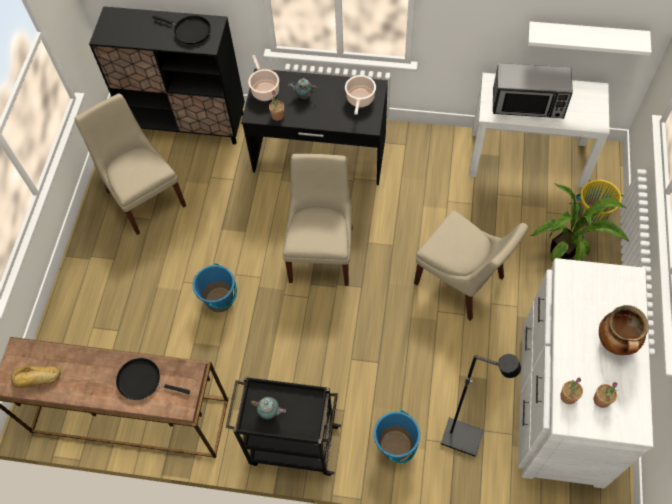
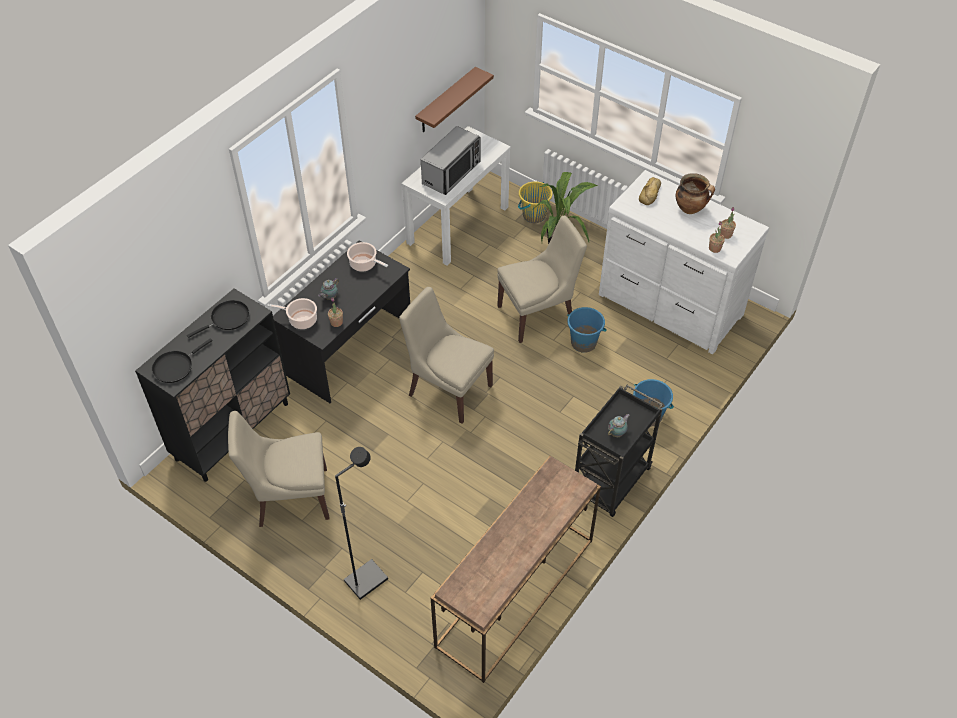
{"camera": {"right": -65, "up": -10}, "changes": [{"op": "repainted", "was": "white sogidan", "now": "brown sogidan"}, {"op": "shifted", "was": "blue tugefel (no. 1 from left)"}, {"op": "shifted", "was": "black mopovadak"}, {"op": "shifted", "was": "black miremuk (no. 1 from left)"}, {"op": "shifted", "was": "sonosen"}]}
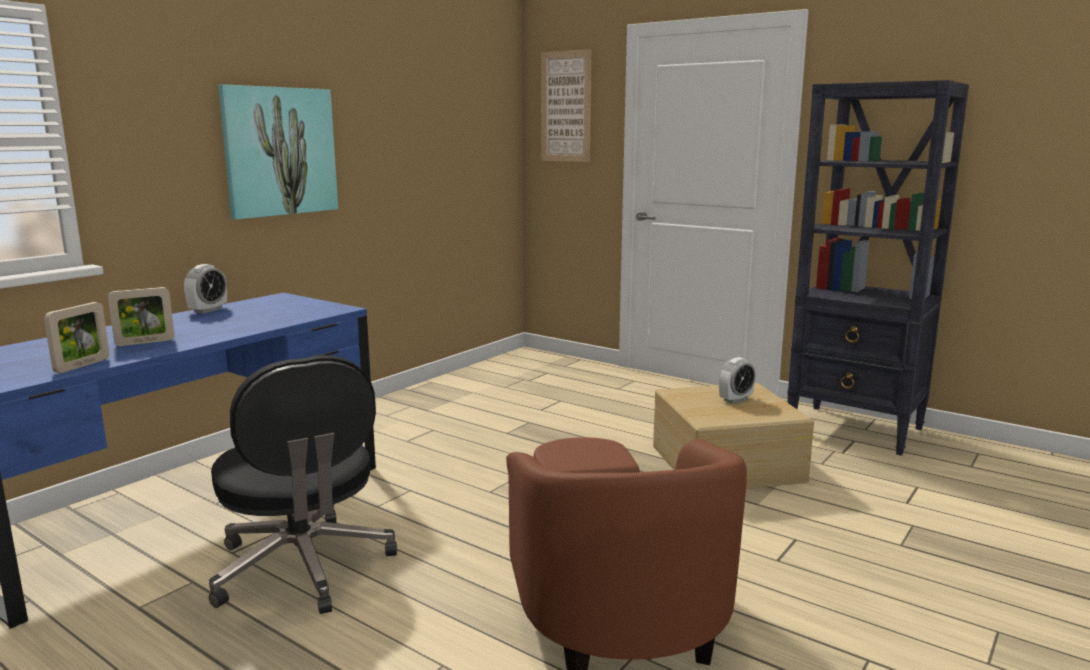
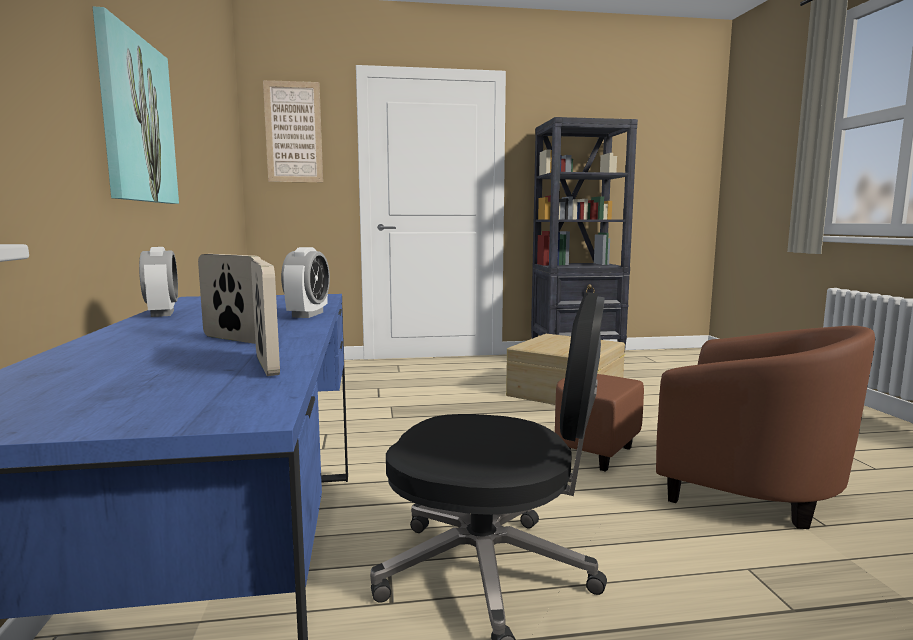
{"camera": {"right": -45, "up": -5}, "changes": [{"op": "rotated", "was": "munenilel (no. 2 from left in the first image)", "clockwise": -75}, {"op": "shifted", "was": "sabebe (no. 2 from left)"}]}
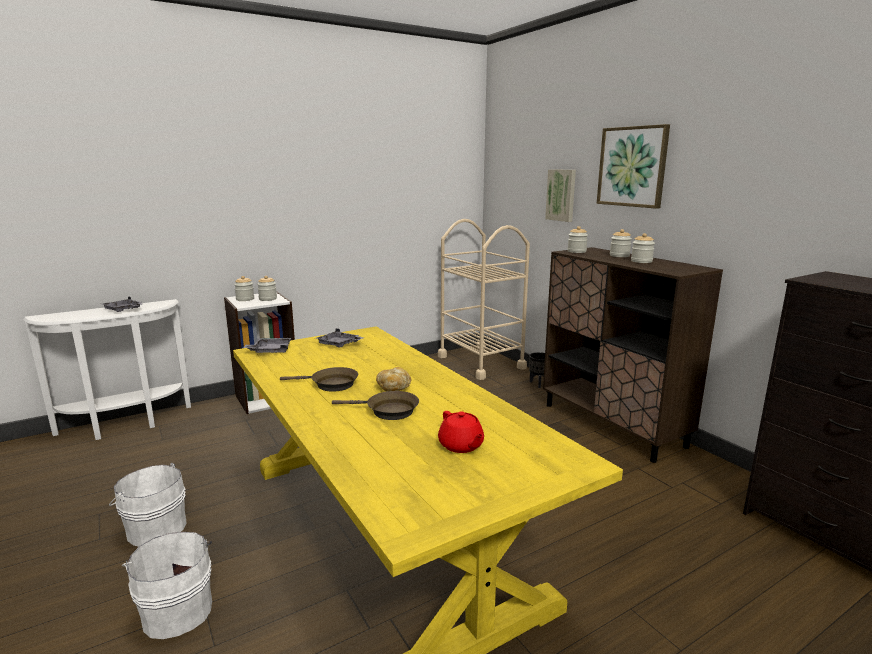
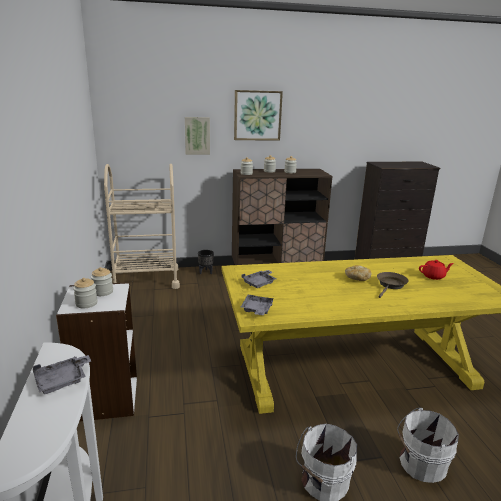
{"camera": {"right": -70, "up": 5}, "changes": [{"op": "gone", "was": "brown miremuk (no. 1 from left)"}]}
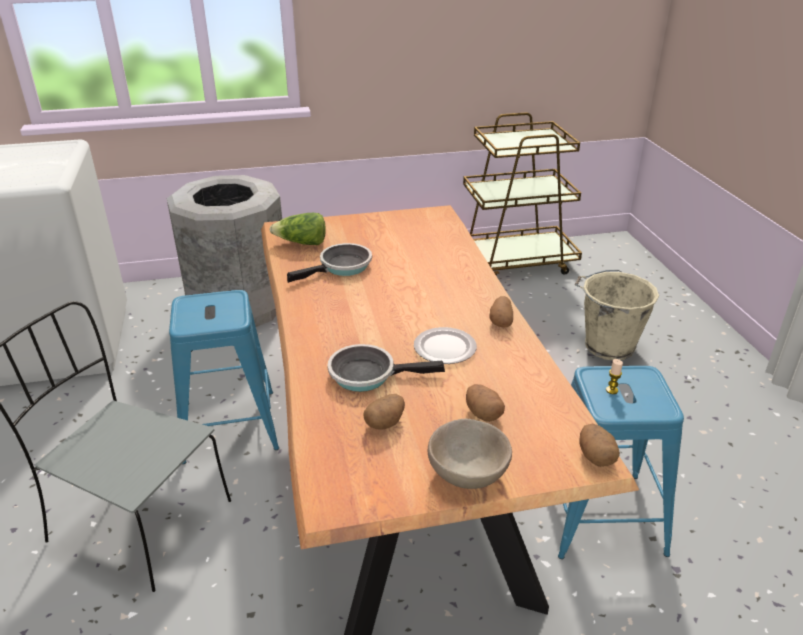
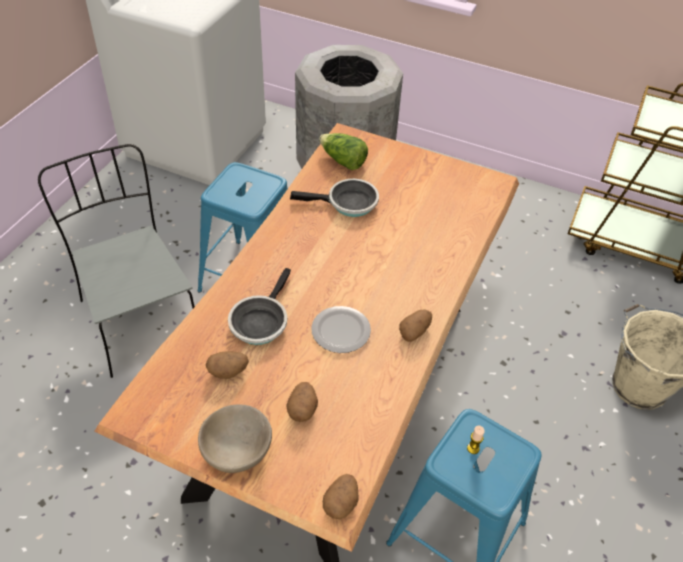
{"camera": {"right": 35, "up": 15}, "changes": [{"op": "rotated", "was": "miremuk (no. 2 from left in the first image)", "clockwise": -105}]}
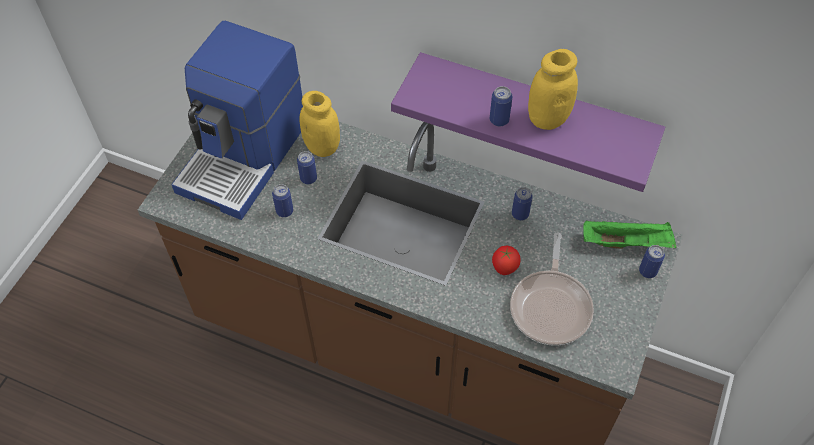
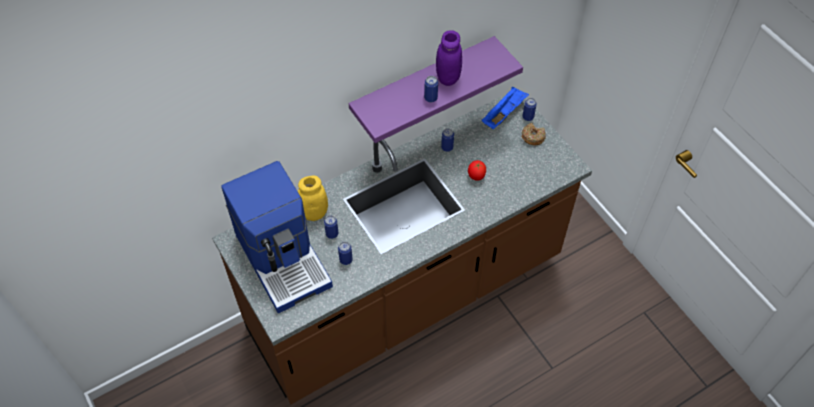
{"camera": {"right": -55, "up": 0}, "changes": [{"op": "repainted", "was": "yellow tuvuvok (no. 2 from left)", "now": "purple tuvuvok"}, {"op": "repainted", "was": "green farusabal", "now": "blue farusabal"}, {"op": "gone", "was": "miremuk"}, {"op": "new", "now": "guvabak"}]}
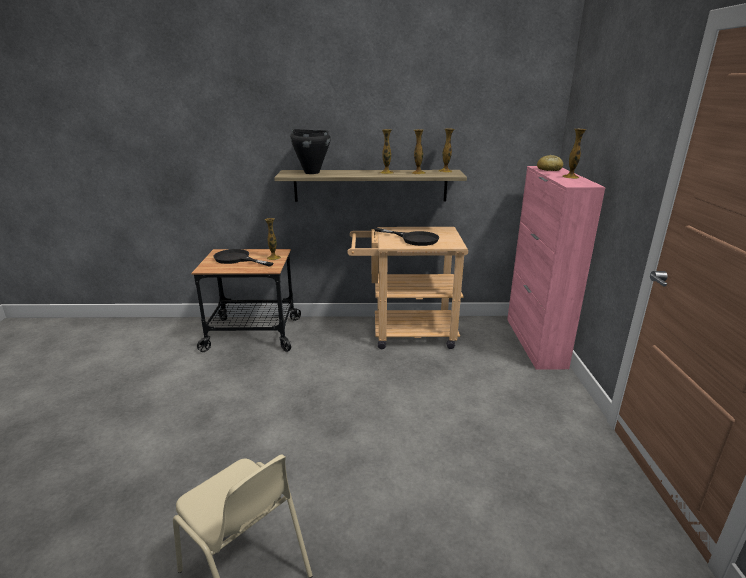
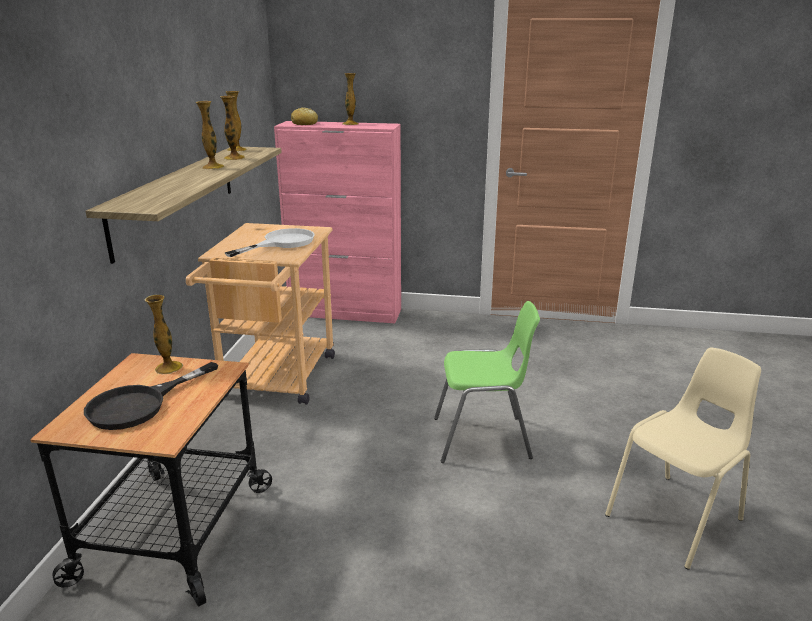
{"camera": {"right": -80, "up": 0}, "changes": [{"op": "gone", "was": "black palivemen"}, {"op": "repainted", "was": "black miremuk (no. 2 from left)", "now": "white miremuk"}, {"op": "new", "now": "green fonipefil"}]}
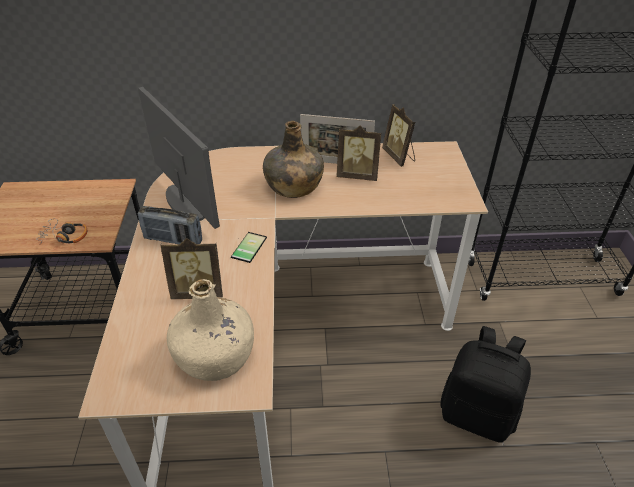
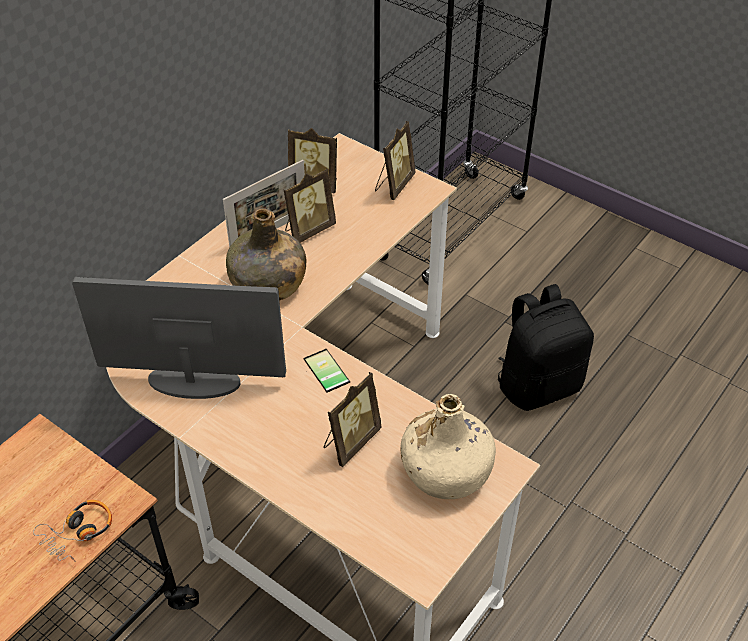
{"camera": {"right": -50, "up": 5}, "changes": [{"op": "gone", "was": "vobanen"}, {"op": "new", "now": "munenilel (no. 5 from left)"}]}
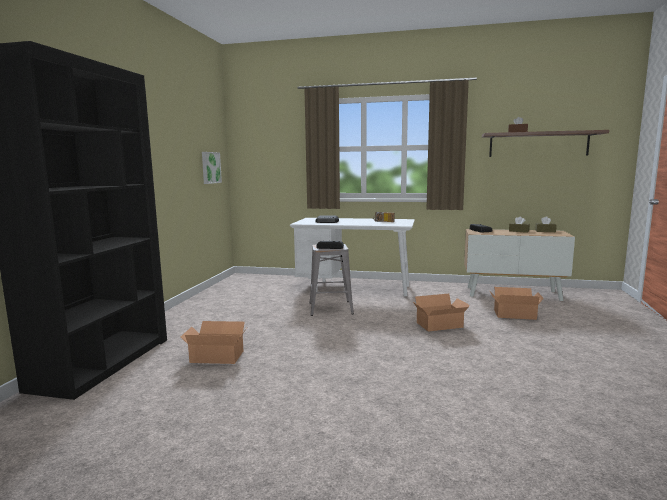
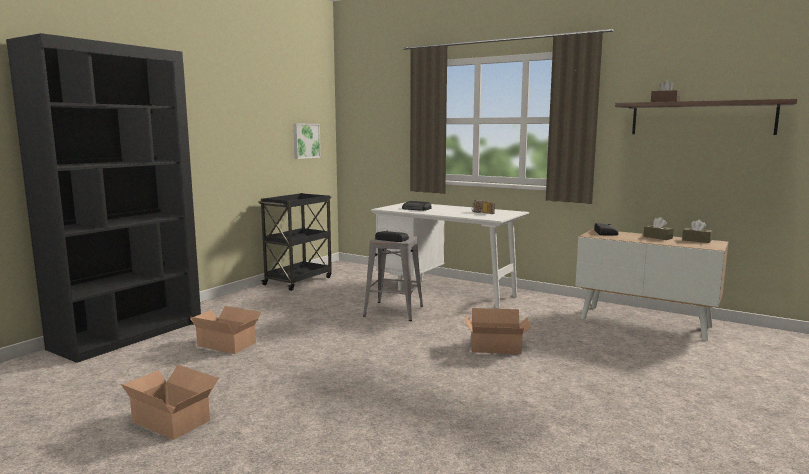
{"camera": {"right": 20, "up": 0}, "changes": [{"op": "shifted", "was": "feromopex (no. 3 from left in the first image)", "now": "feromopex (no. 1 from left)"}, {"op": "new", "now": "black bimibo"}]}
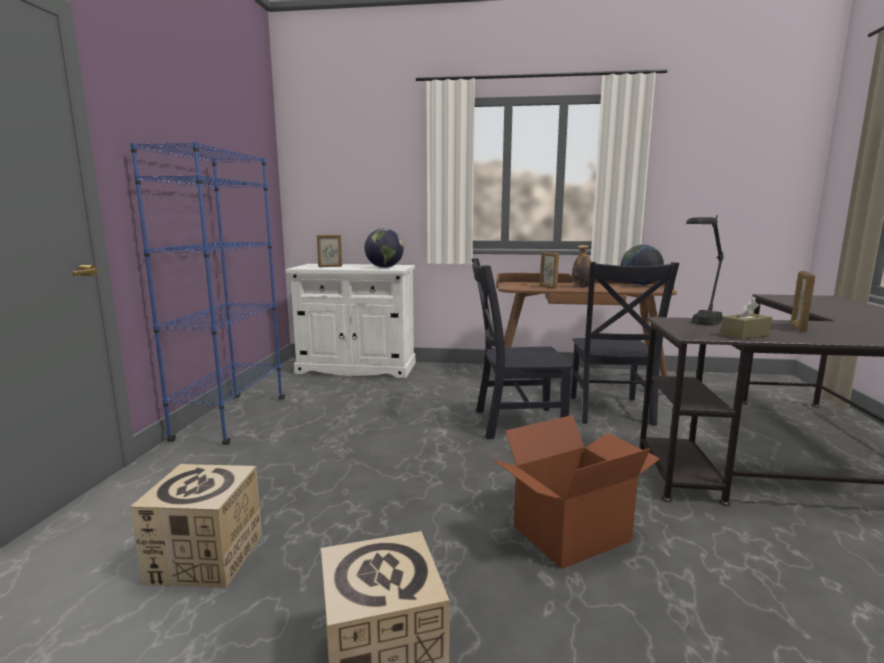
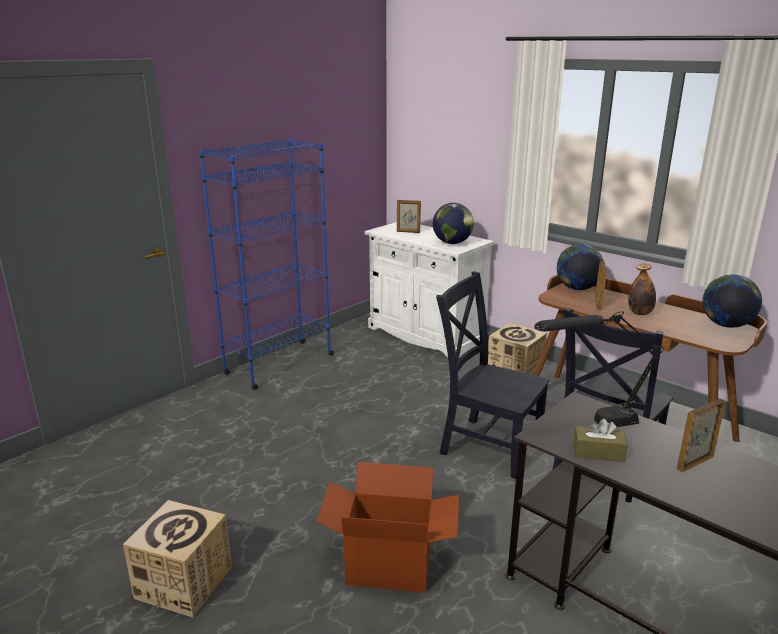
{"camera": {"right": 35, "up": 10}, "changes": [{"op": "shifted", "was": "feromopex (no. 1 from left in the first image)", "now": "feromopex (no. 3 from left)"}, {"op": "new", "now": "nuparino (no. 2 from left)"}]}
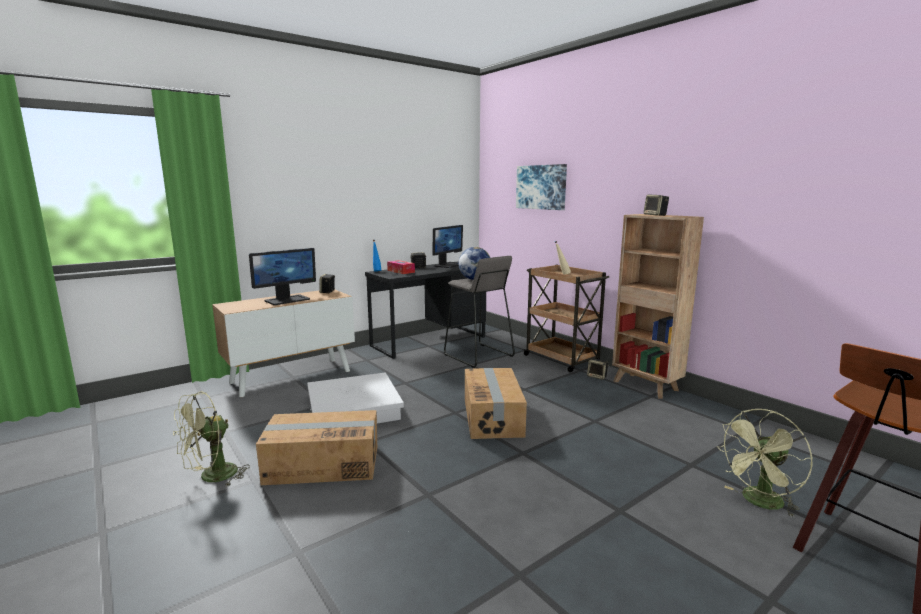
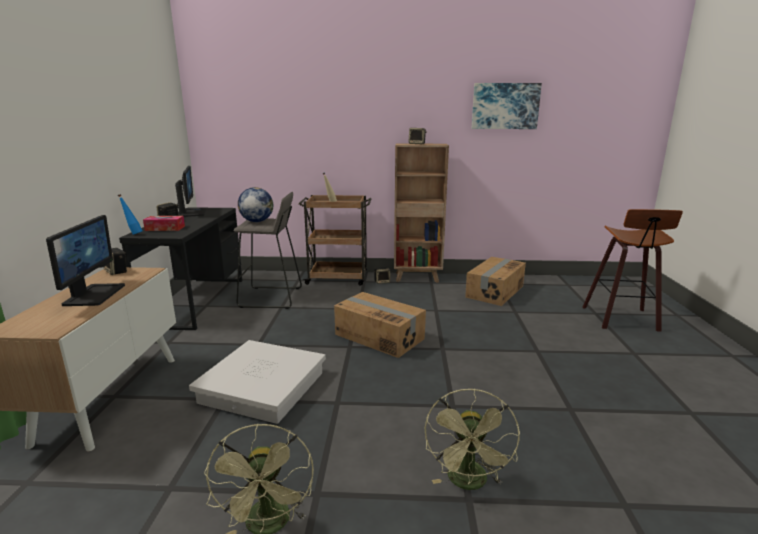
{"camera": {"right": -50, "up": 5}, "changes": [{"op": "shifted", "was": "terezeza"}, {"op": "shifted", "was": "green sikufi (no. 2 from left)"}, {"op": "shifted", "was": "feromopex (no. 1 from left in the first image)", "now": "feromopex (no. 2 from left)"}]}
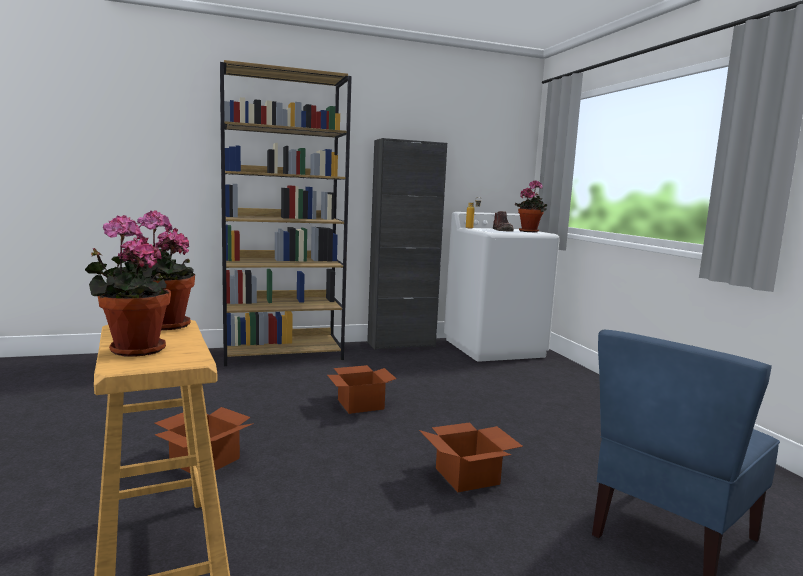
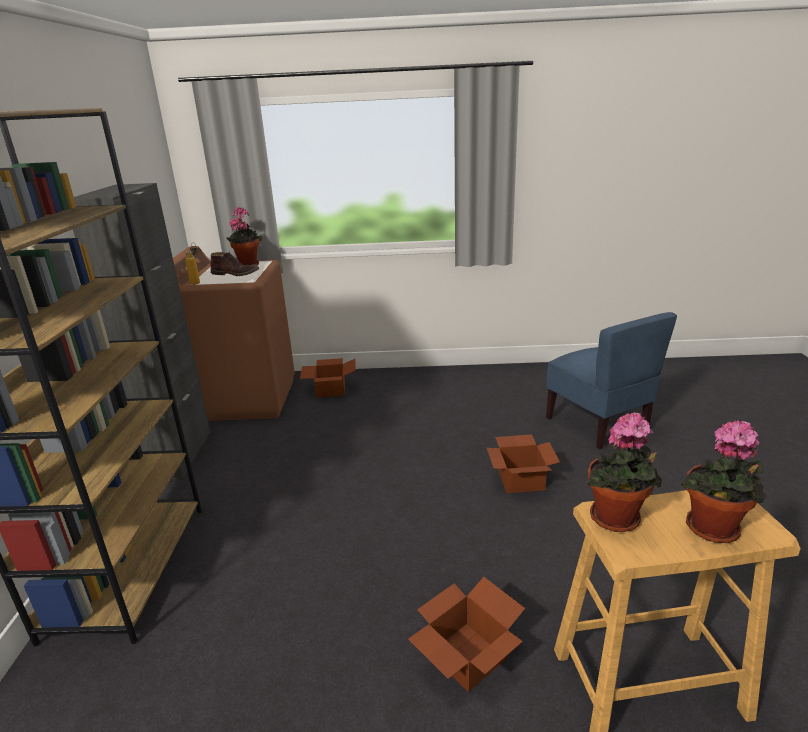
{"camera": {"right": -70, "up": 15}, "changes": [{"op": "repainted", "was": "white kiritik", "now": "brown kiritik"}, {"op": "shifted", "was": "feromopex (no. 2 from left in the first image)", "now": "feromopex (no. 1 from left)"}]}
